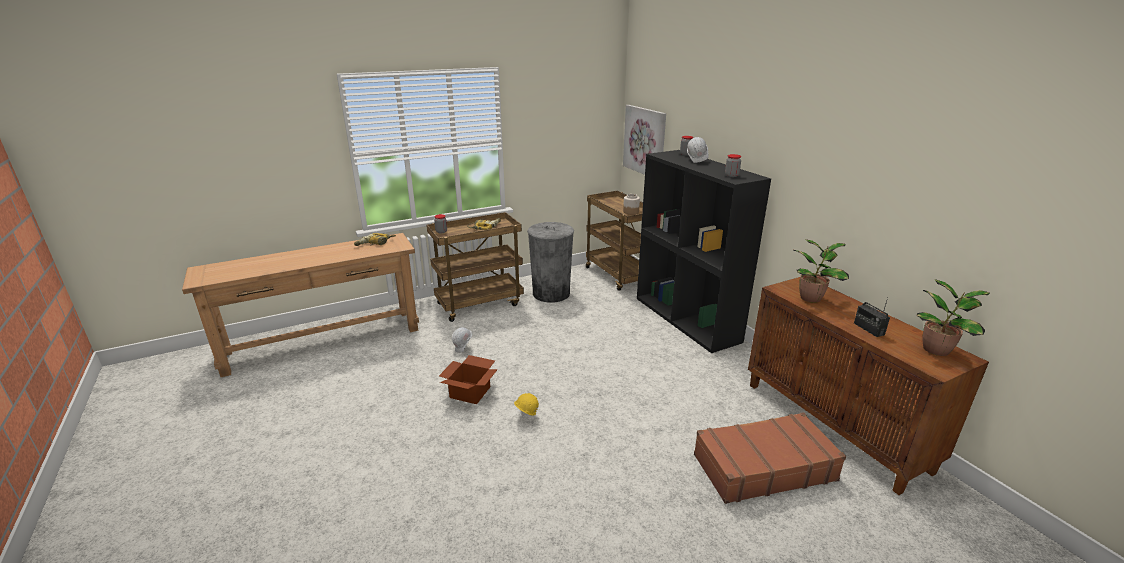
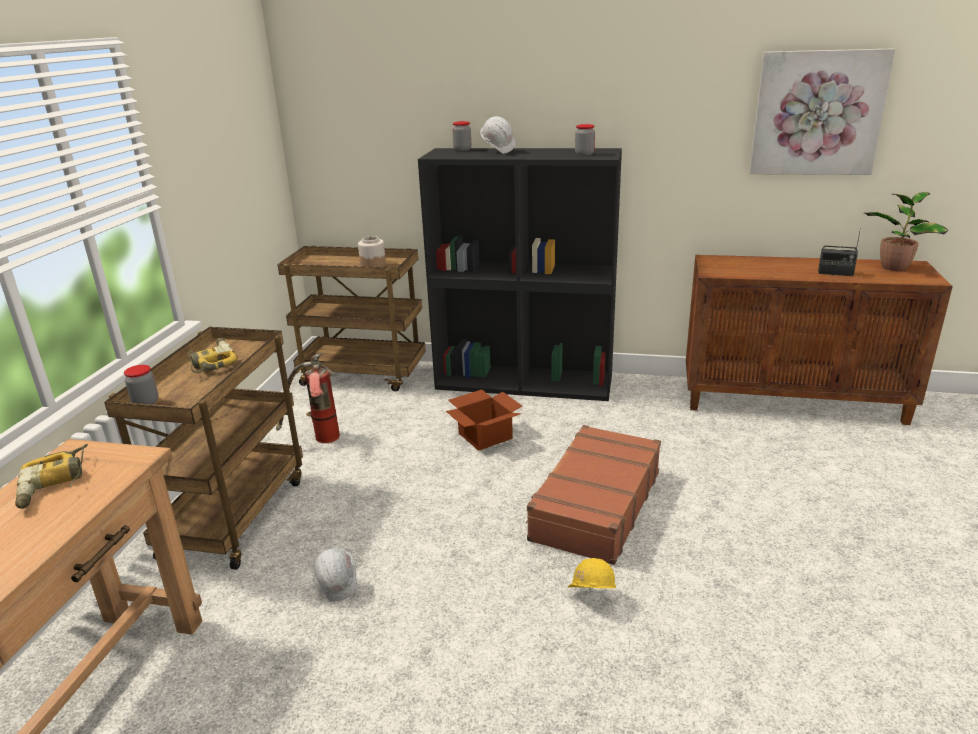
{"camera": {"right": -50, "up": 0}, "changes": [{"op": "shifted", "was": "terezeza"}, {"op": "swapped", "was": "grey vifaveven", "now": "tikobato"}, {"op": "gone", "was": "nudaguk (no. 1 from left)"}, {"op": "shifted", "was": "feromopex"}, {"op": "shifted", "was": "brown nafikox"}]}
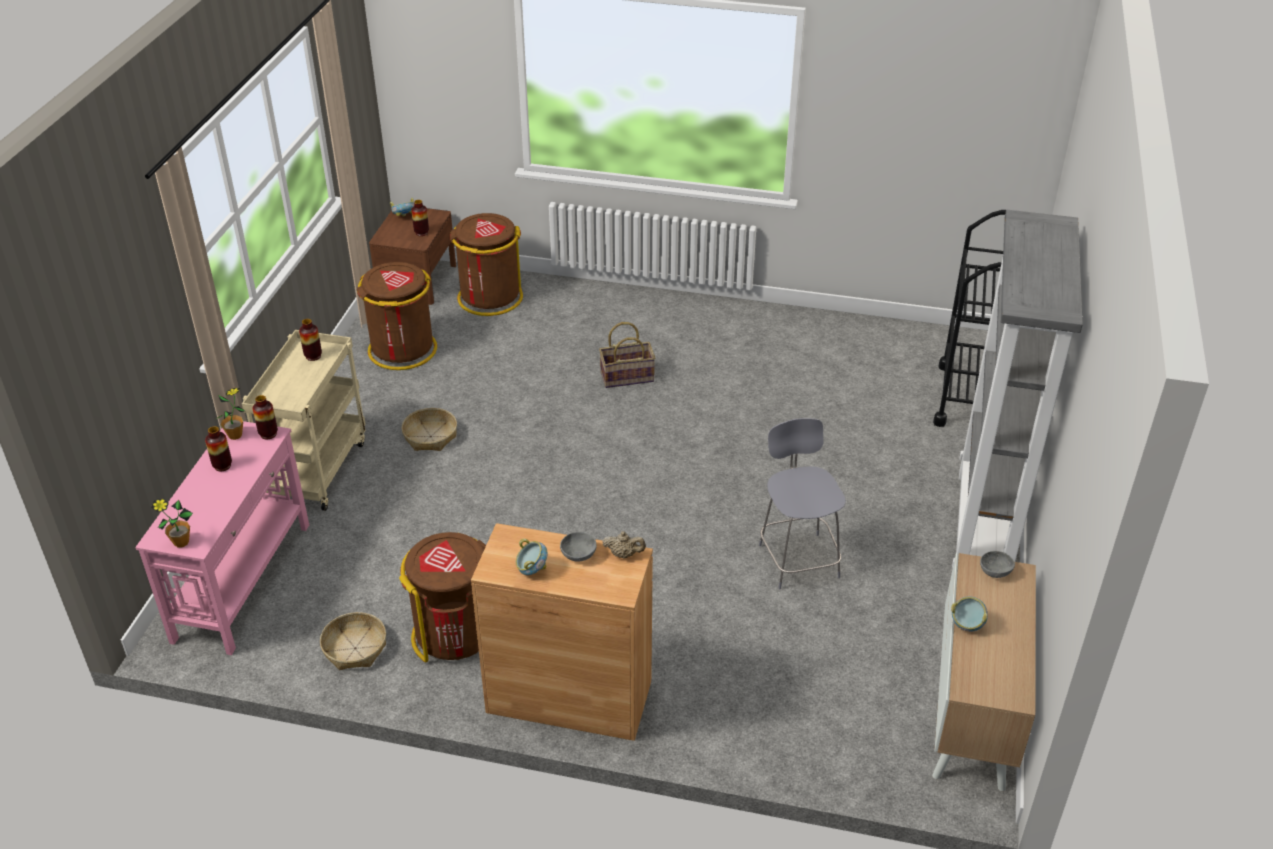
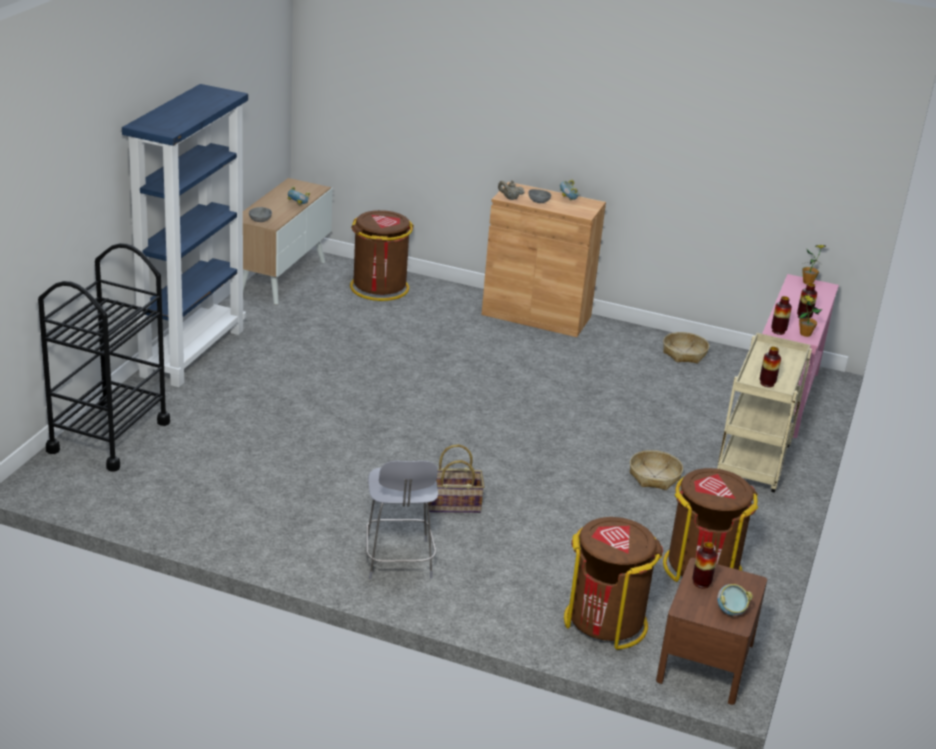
{"camera": {"right": -175, "up": -10}, "changes": [{"op": "repainted", "was": "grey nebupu", "now": "blue nebupu"}, {"op": "shifted", "was": "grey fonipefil"}, {"op": "shifted", "was": "brown vifaveven (no. 2 from left in the first image)", "now": "brown vifaveven (no. 1 from left)"}]}
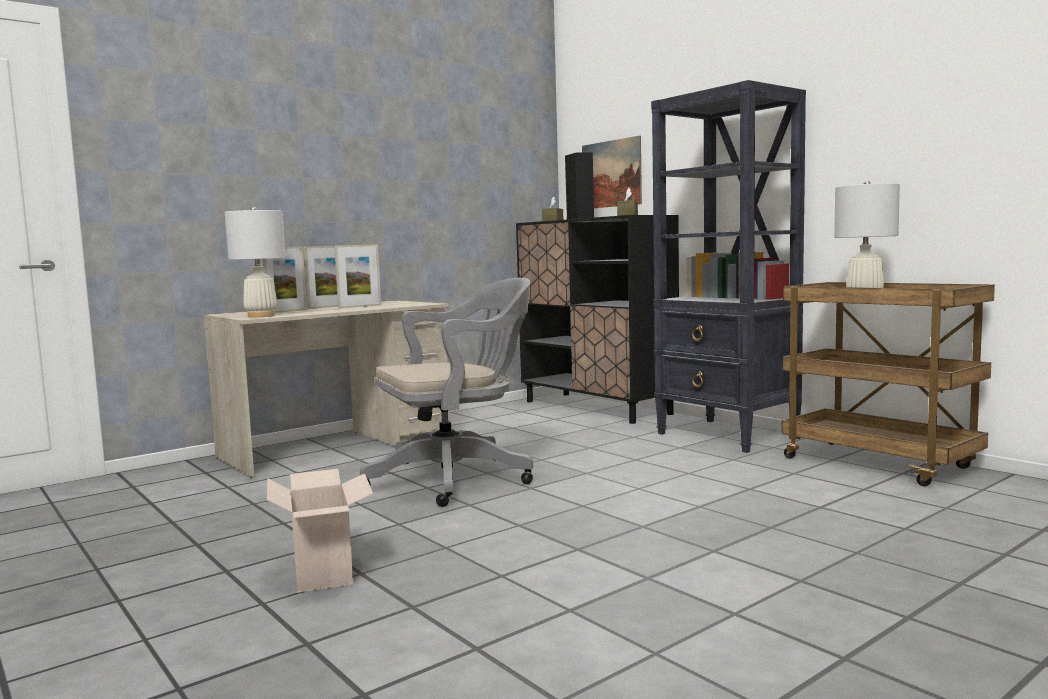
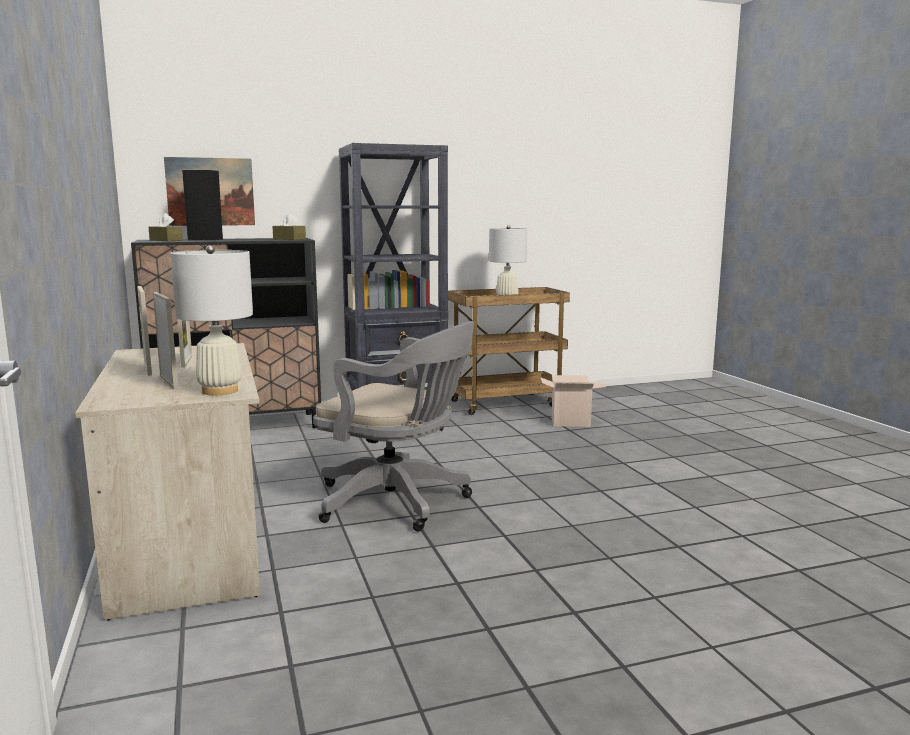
{"camera": {"right": -70, "up": 5}, "changes": [{"op": "rotated", "was": "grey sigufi", "clockwise": 120}, {"op": "shifted", "was": "feromopex"}]}
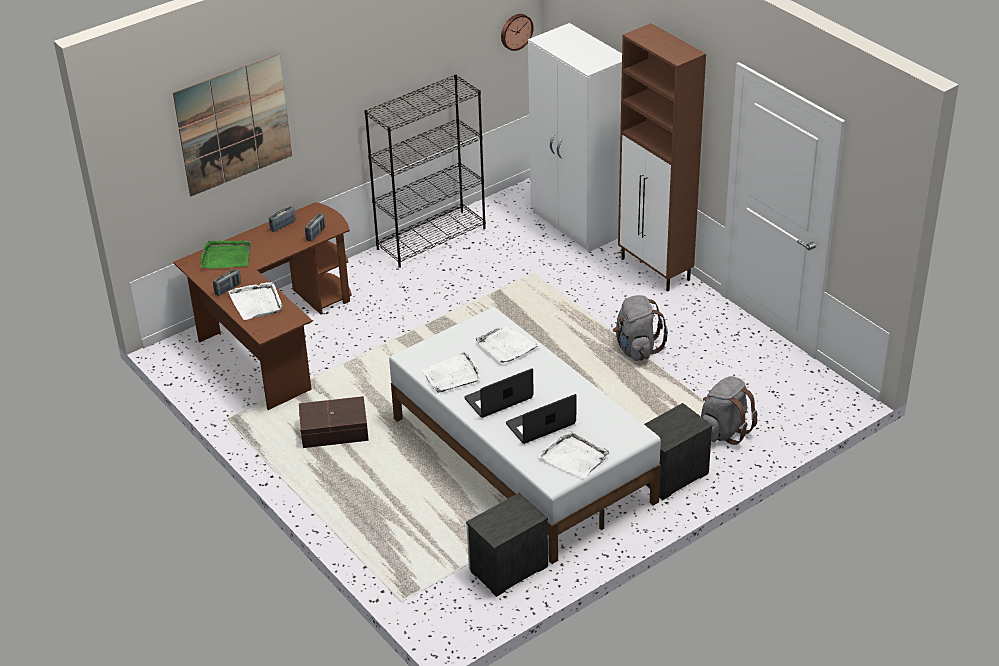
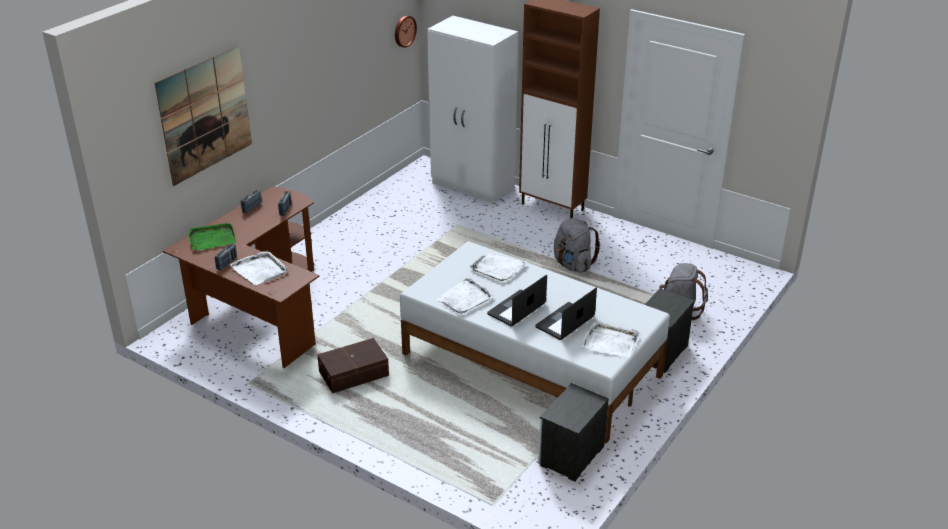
{"camera": {"right": -20, "up": -5}, "changes": [{"op": "gone", "was": "black nebupu"}]}
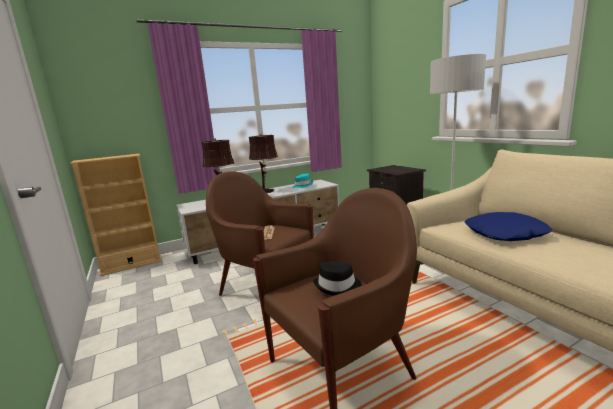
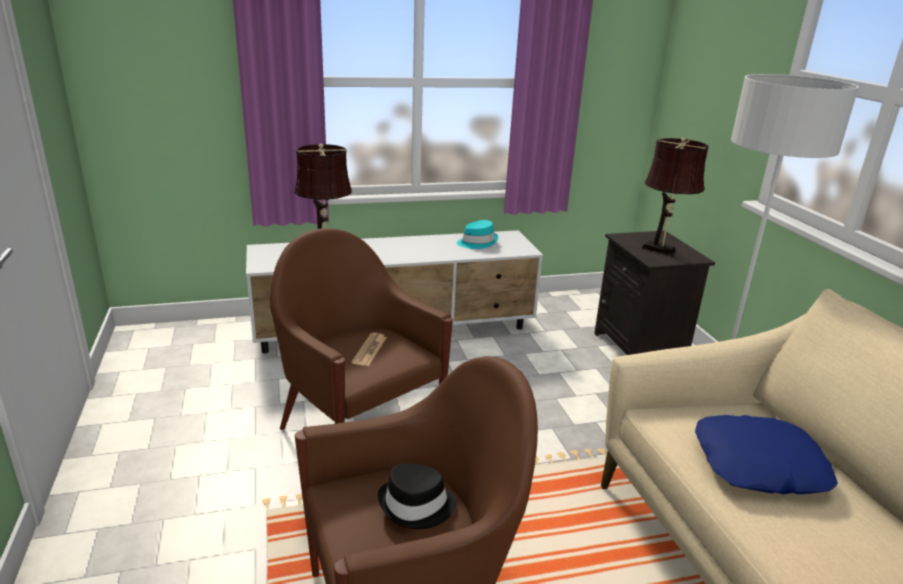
{"camera": {"right": 10, "up": 10}, "changes": [{"op": "shifted", "was": "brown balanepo (no. 2 from left)"}, {"op": "gone", "was": "beige nebupu"}]}
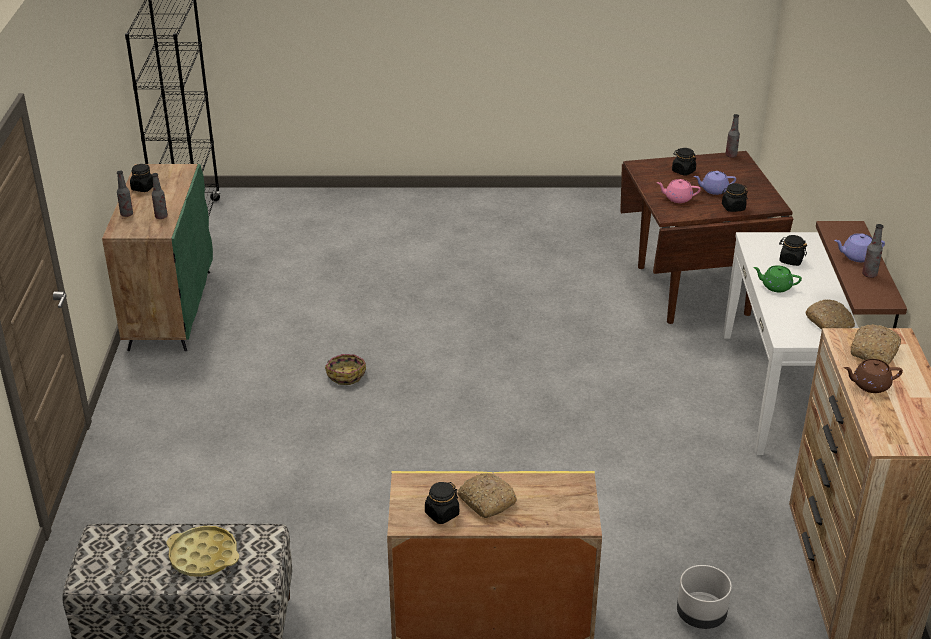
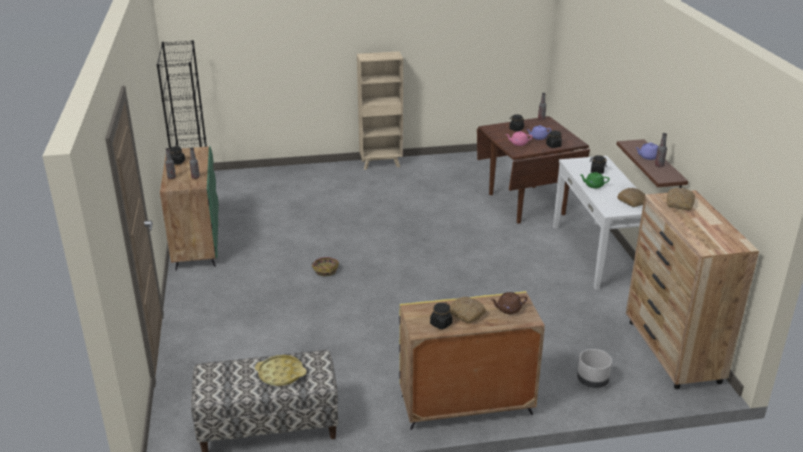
{"camera": {"right": -10, "up": -5}, "changes": [{"op": "shifted", "was": "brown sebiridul"}, {"op": "new", "now": "beige nebupu"}]}
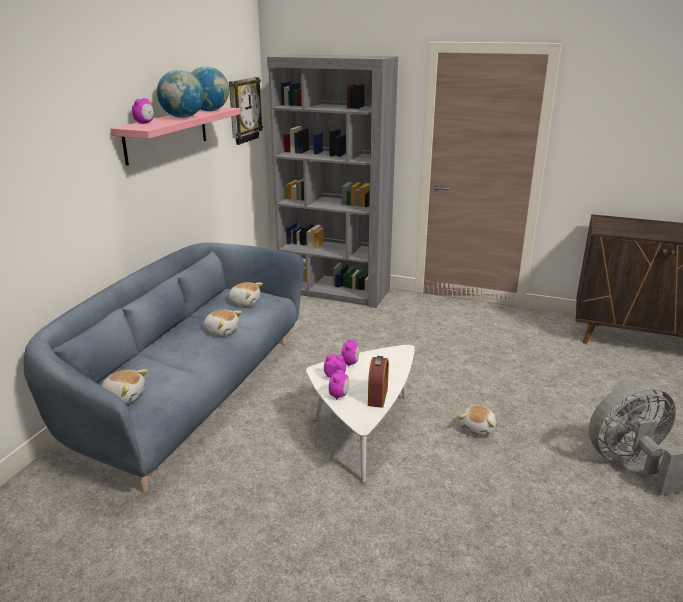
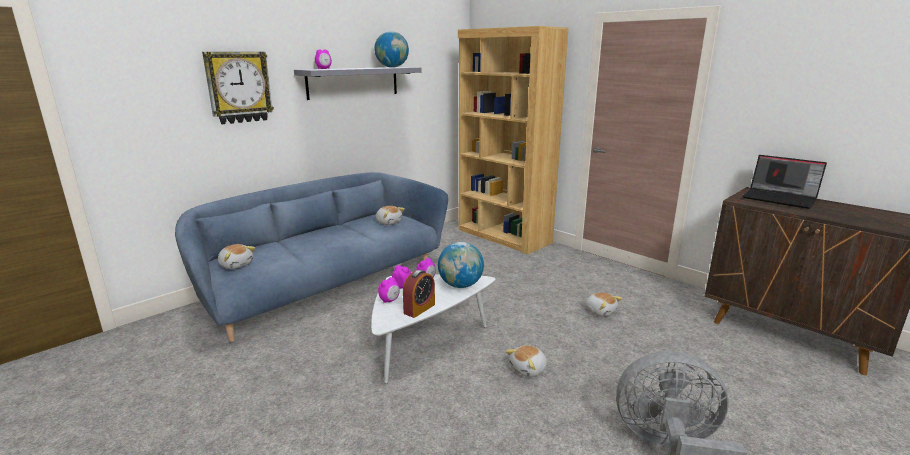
{"camera": {"right": 25, "up": -5}, "changes": [{"op": "repainted", "was": "grey nebupu", "now": "brown nebupu"}, {"op": "shifted", "was": "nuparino (no. 1 from left in the first image)", "now": "nuparino (no. 2 from left)"}, {"op": "shifted", "was": "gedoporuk"}, {"op": "repainted", "was": "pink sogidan", "now": "grey sogidan"}, {"op": "shifted", "was": "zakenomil (no. 2 from left in the first image)", "now": "zakenomil (no. 4 from left)"}, {"op": "new", "now": "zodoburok"}]}
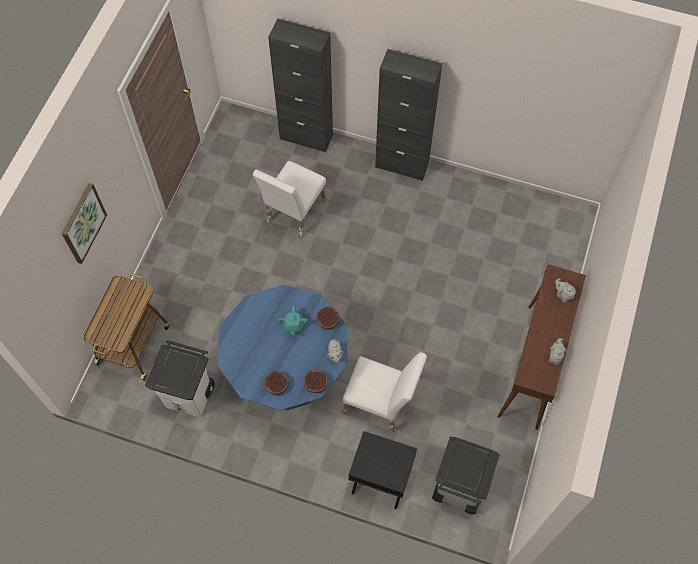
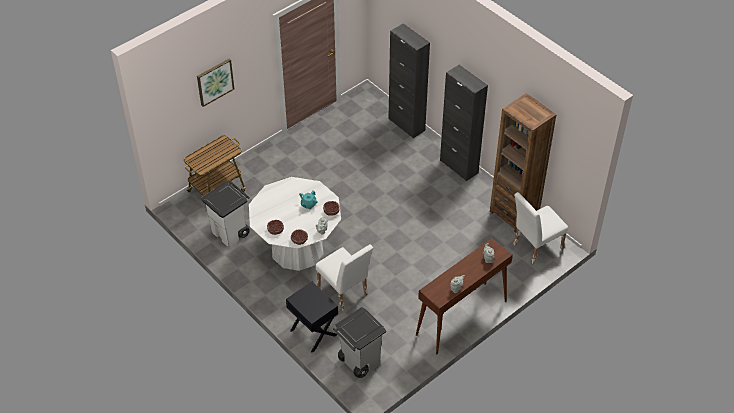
{"camera": {"right": 30, "up": -15}, "changes": [{"op": "shifted", "was": "white fonipefil (no. 1 from left in the first image)", "now": "white fonipefil (no. 2 from left)"}, {"op": "repainted", "was": "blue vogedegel", "now": "white vogedegel"}, {"op": "new", "now": "brown nebupu"}]}
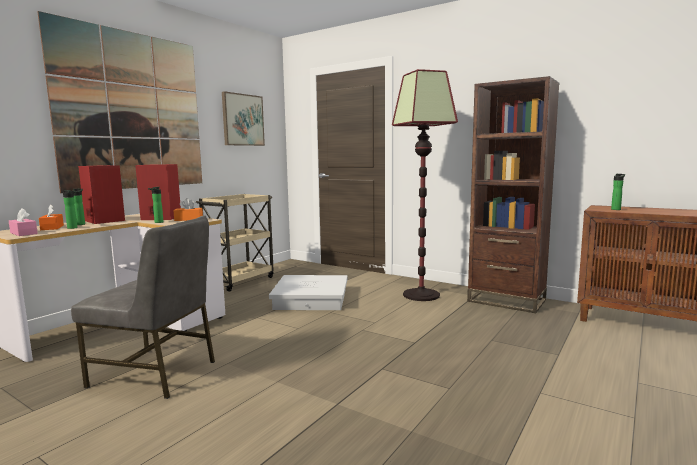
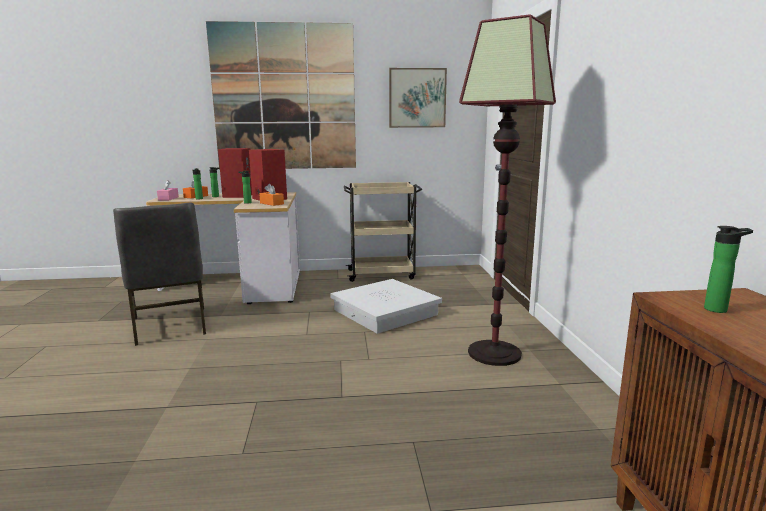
{"camera": {"right": 50, "up": 5}, "changes": [{"op": "gone", "was": "brown nebupu"}]}
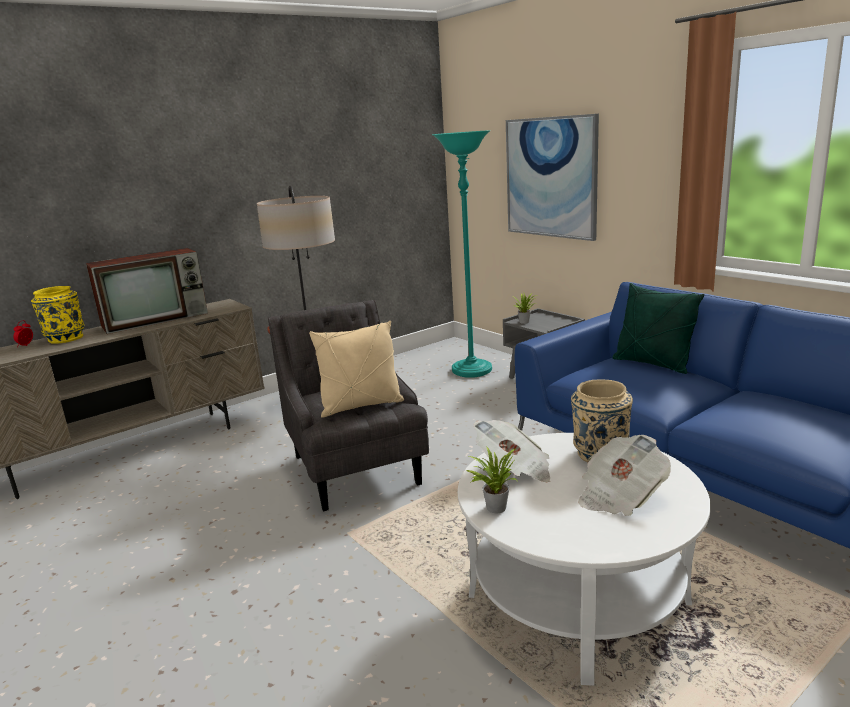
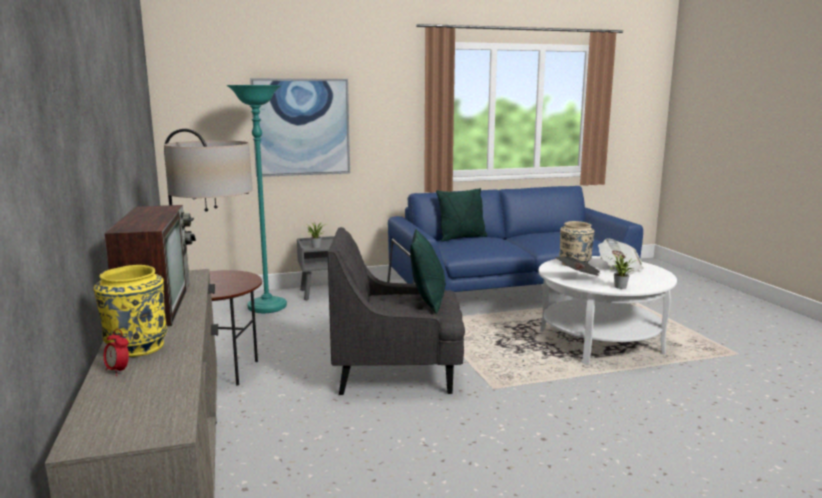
{"camera": {"right": -70, "up": -5}, "changes": [{"op": "repainted", "was": "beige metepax", "now": "green metepax (no. 1 from left)"}]}
